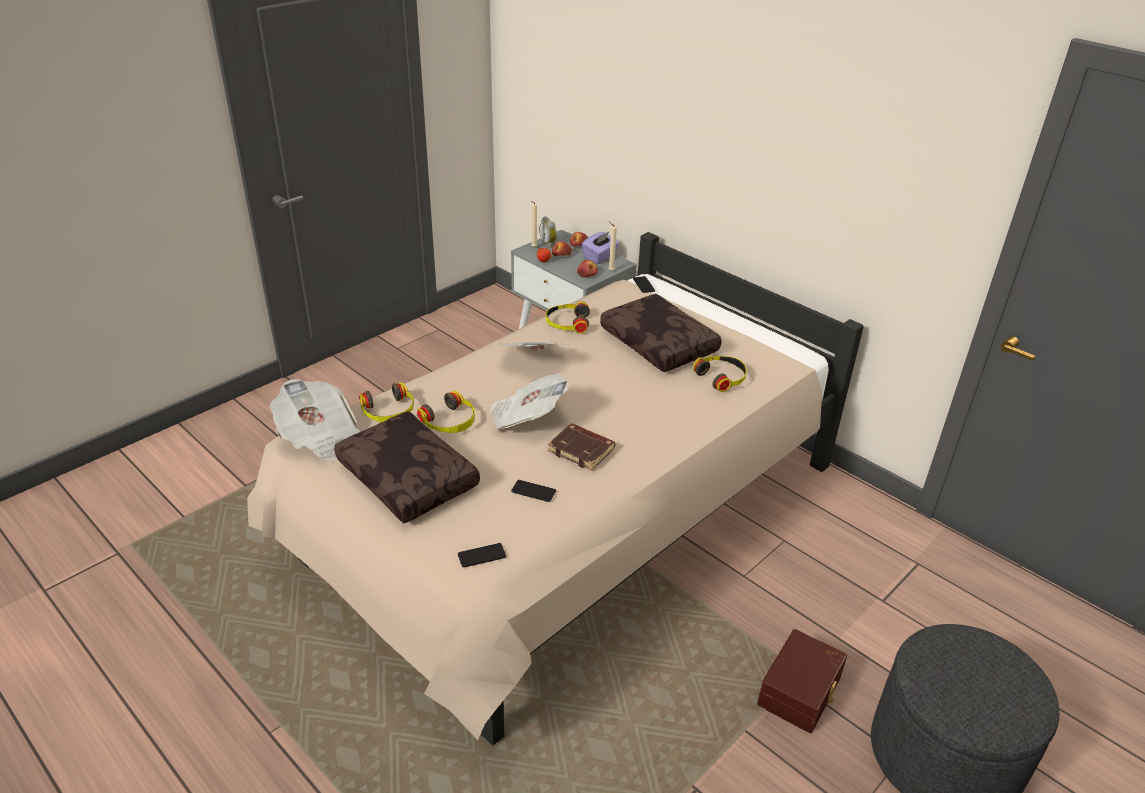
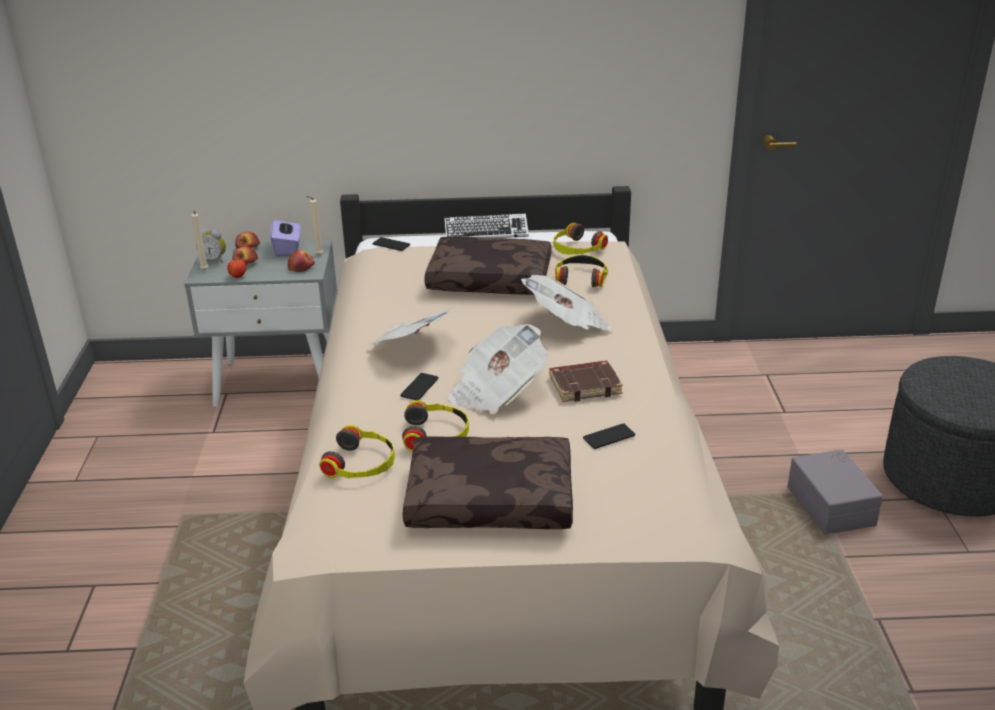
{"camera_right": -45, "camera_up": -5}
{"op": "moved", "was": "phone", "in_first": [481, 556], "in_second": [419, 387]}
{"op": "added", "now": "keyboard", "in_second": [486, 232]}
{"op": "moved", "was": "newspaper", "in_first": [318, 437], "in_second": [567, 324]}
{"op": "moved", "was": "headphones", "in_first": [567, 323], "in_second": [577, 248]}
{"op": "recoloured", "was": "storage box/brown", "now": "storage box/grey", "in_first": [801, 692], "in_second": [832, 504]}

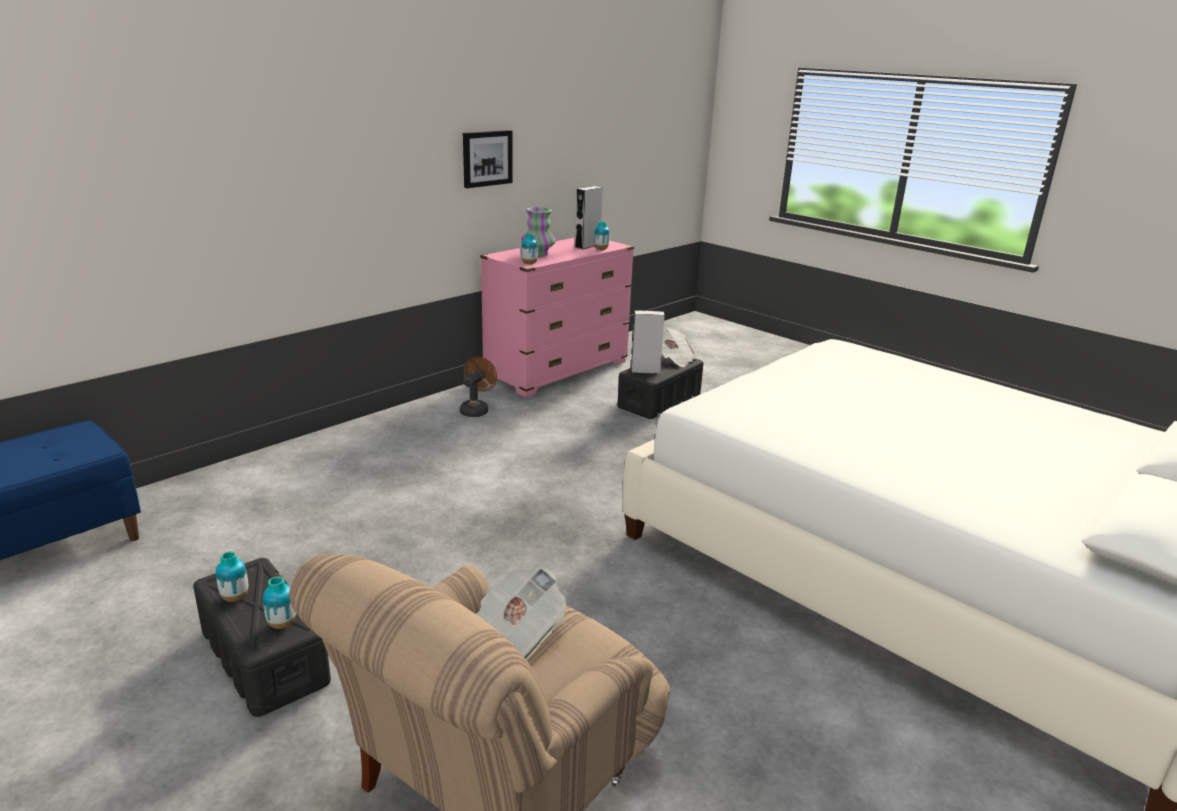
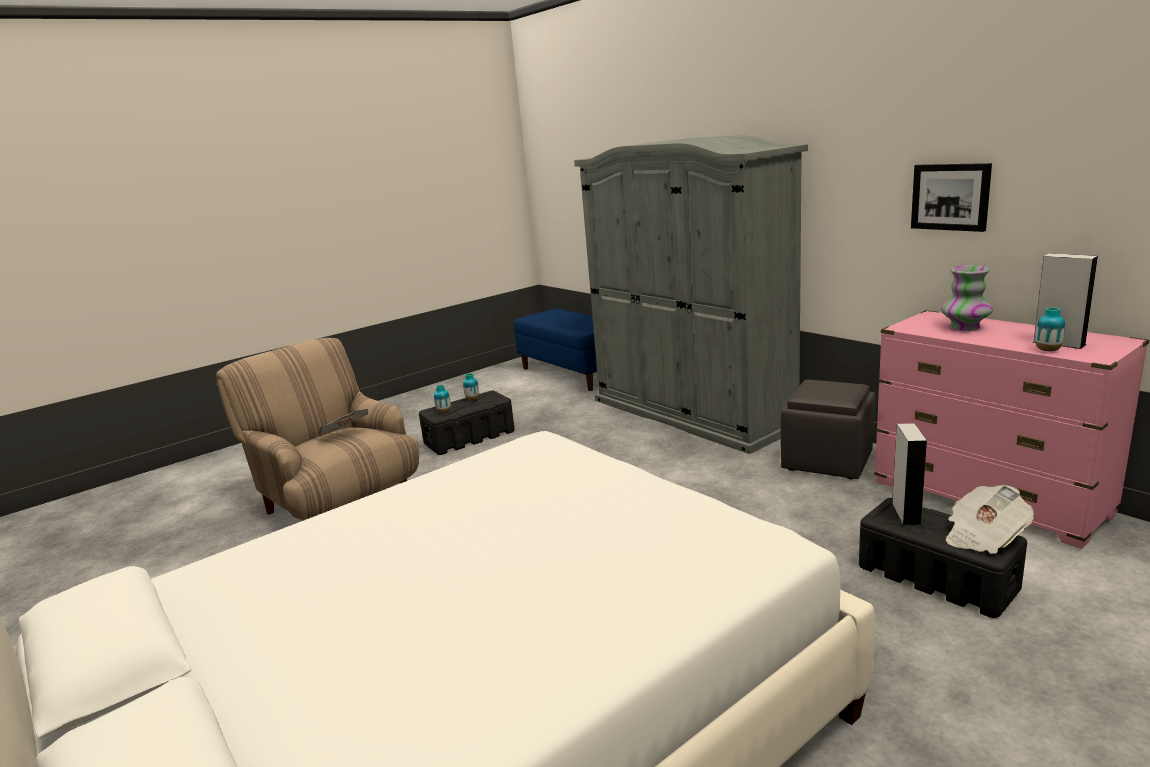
{"camera_right": 100, "camera_up": -5}
{"op": "added", "now": "wardrobe/grey", "in_second": [692, 412]}
{"op": "replaced", "was": "fan/brown", "now": "ottoman/grey", "in_first": [476, 410], "in_second": [826, 460]}
{"op": "removed", "was": "vase", "in_first": [529, 263]}

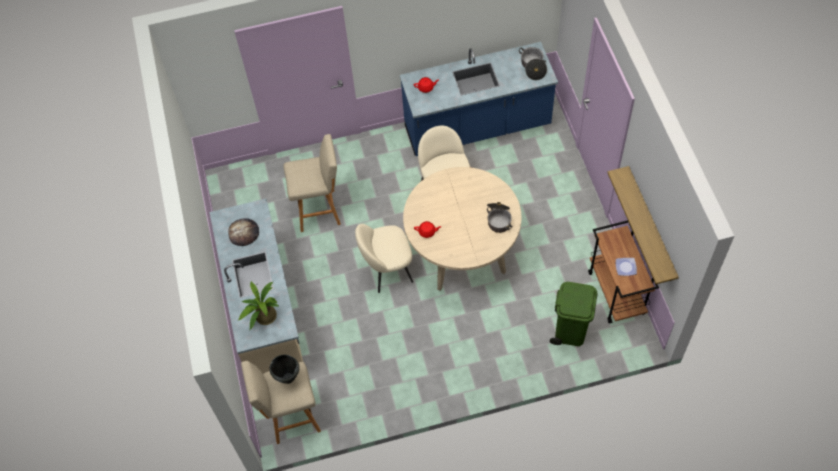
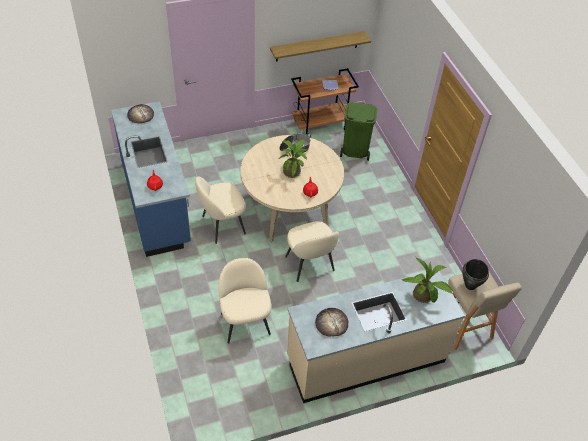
{"camera_right": -100, "camera_up": -10}
{"op": "replaced", "was": "cooking pot", "now": "bread", "in_first": [533, 67], "in_second": [140, 115]}
{"op": "replaced", "was": "stool/beige", "now": "chair/beige", "in_first": [319, 210], "in_second": [245, 322]}
{"op": "added", "now": "potted plant", "in_second": [293, 171]}

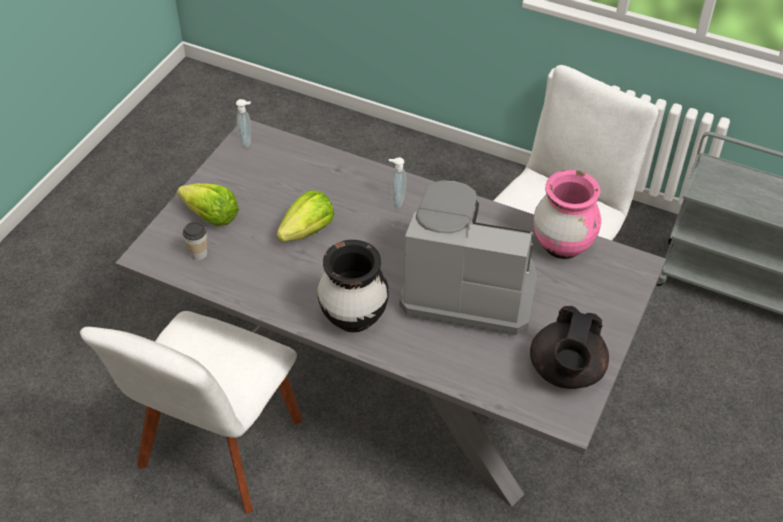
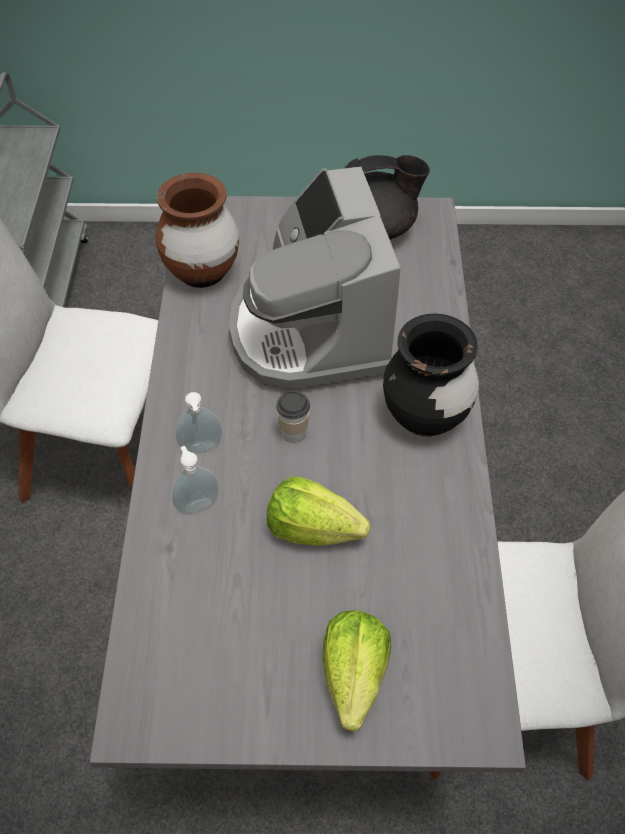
{"camera_right": -115, "camera_up": 5}
{"op": "recoloured", "was": "vase/pink", "now": "vase/brown", "in_first": [562, 246], "in_second": [202, 273]}
{"op": "moved", "was": "soap dispenser", "in_first": [247, 142], "in_second": [197, 504]}
{"op": "moved", "was": "cup", "in_first": [198, 253], "in_second": [294, 433]}

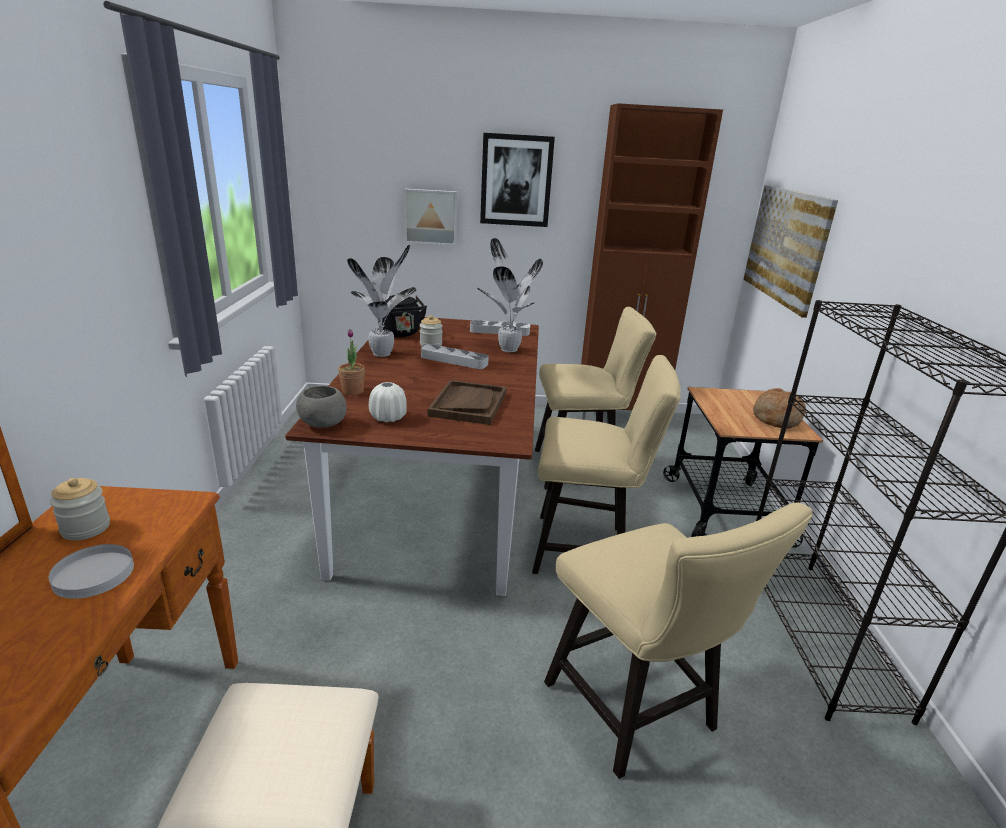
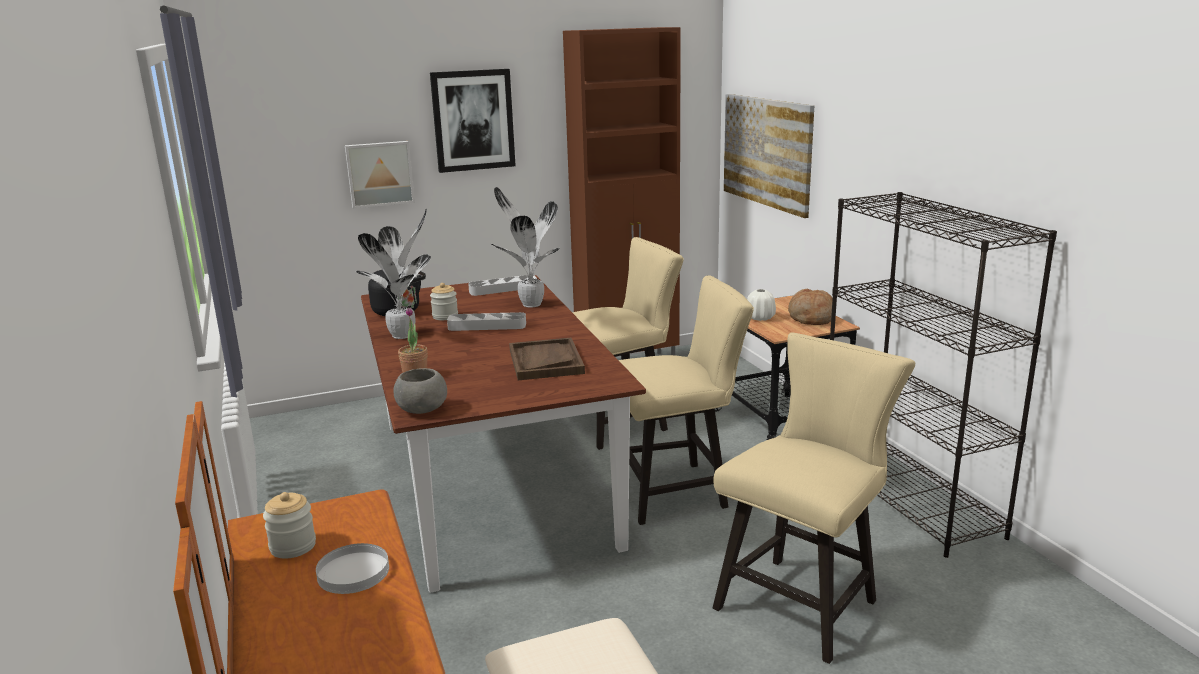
{"camera_right": -20, "camera_up": -5}
{"op": "turned", "was": "chair/beige", "in_first": [638, 713], "in_second": [803, 600], "clockwise": -90}
{"op": "moved", "was": "vase/white", "in_first": [388, 417], "in_second": [760, 318]}

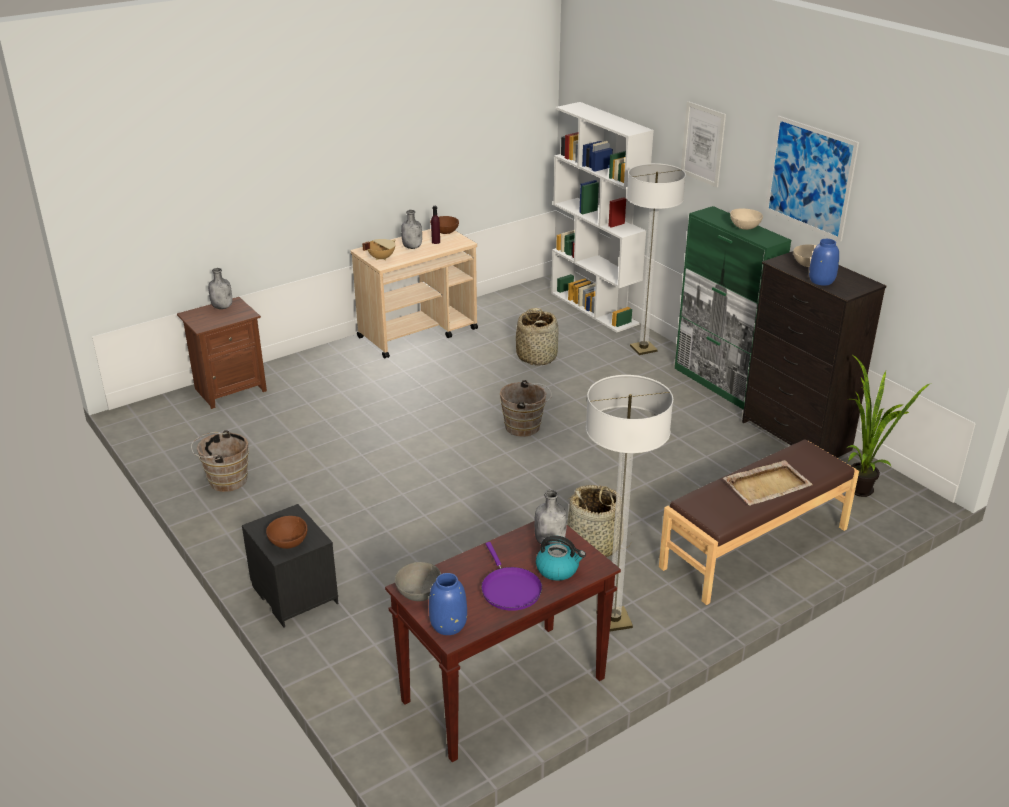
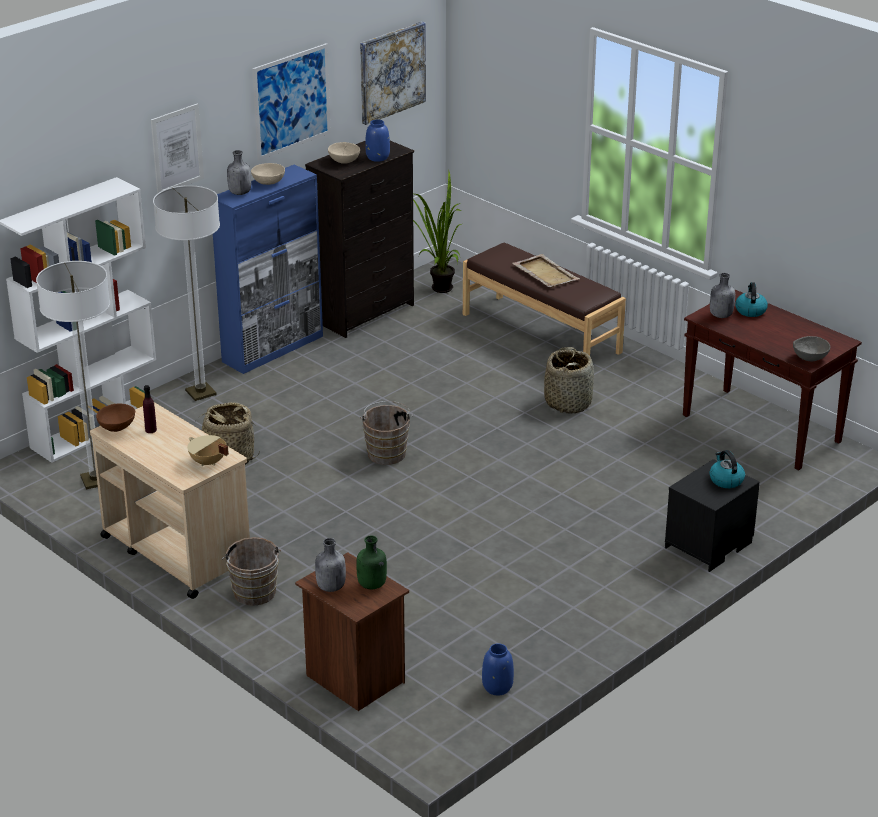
{"camera_right": -100, "camera_up": 0}
{"op": "moved", "was": "floor lamp", "in_first": [614, 620], "in_second": [95, 480]}
{"op": "recoloured", "was": "cabinet/green", "now": "cabinet/blue", "in_first": [720, 384], "in_second": [273, 349]}
{"op": "moved", "was": "bucket/brown", "in_first": [224, 480], "in_second": [254, 595]}
{"op": "moved", "was": "bottle/grey", "in_first": [412, 247], "in_second": [239, 193]}
{"op": "added", "now": "bottle/green", "in_second": [372, 585]}
{"op": "added", "now": "picture", "in_second": [392, 72]}
{"op": "moved", "was": "vase/blue", "in_first": [448, 624], "in_second": [497, 687]}
{"op": "replaced", "was": "bowl/brown", "now": "kettle", "in_first": [288, 542], "in_second": [726, 480]}
{"op": "removed", "was": "frying pan/purple", "in_first": [509, 589]}

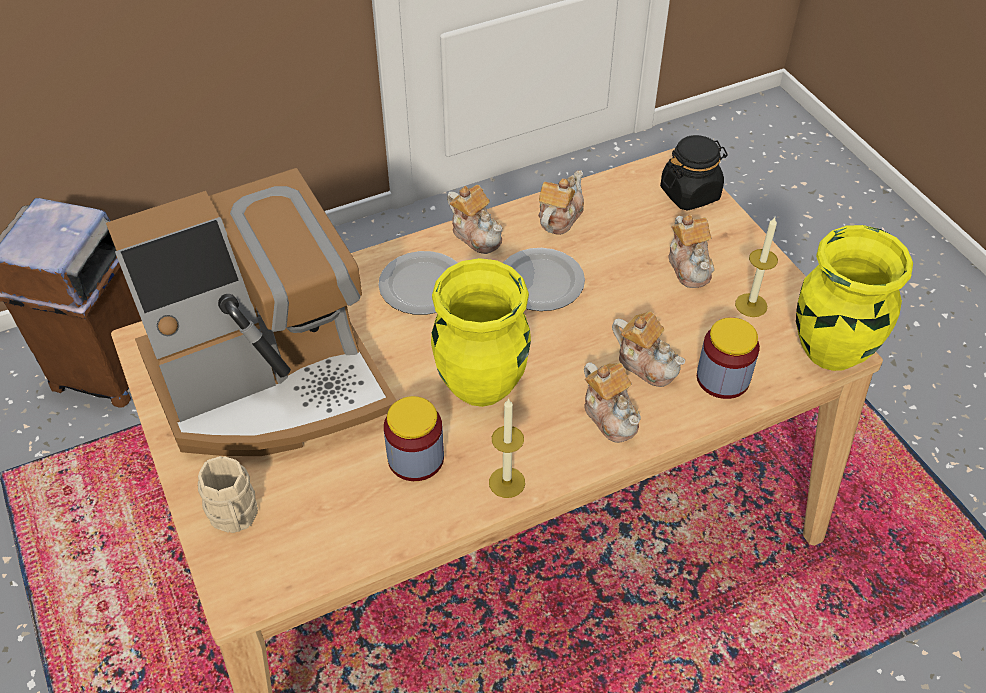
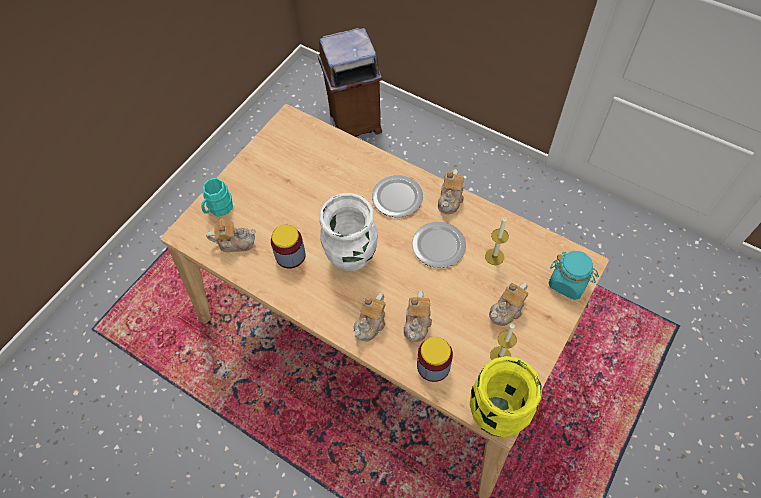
{"camera_right": 60, "camera_up": 10}
{"op": "recoloured", "was": "mug/beige", "now": "mug/turquoise", "in_first": [235, 518], "in_second": [218, 208]}
{"op": "moved", "was": "teapot", "in_first": [559, 217], "in_second": [235, 242]}
{"op": "recoloured", "was": "vase/yellow", "now": "vase/white", "in_first": [482, 384], "in_second": [352, 257]}
{"op": "moved", "was": "candle", "in_first": [507, 482], "in_second": [494, 256]}
{"op": "recoloured", "was": "jar/black", "now": "jar/turquoise", "in_first": [690, 193], "in_second": [568, 282]}
{"op": "removed", "was": "coffee machine", "in_first": [270, 383]}

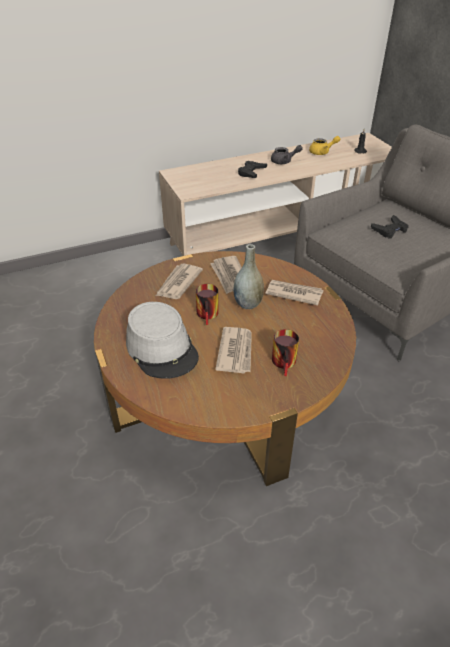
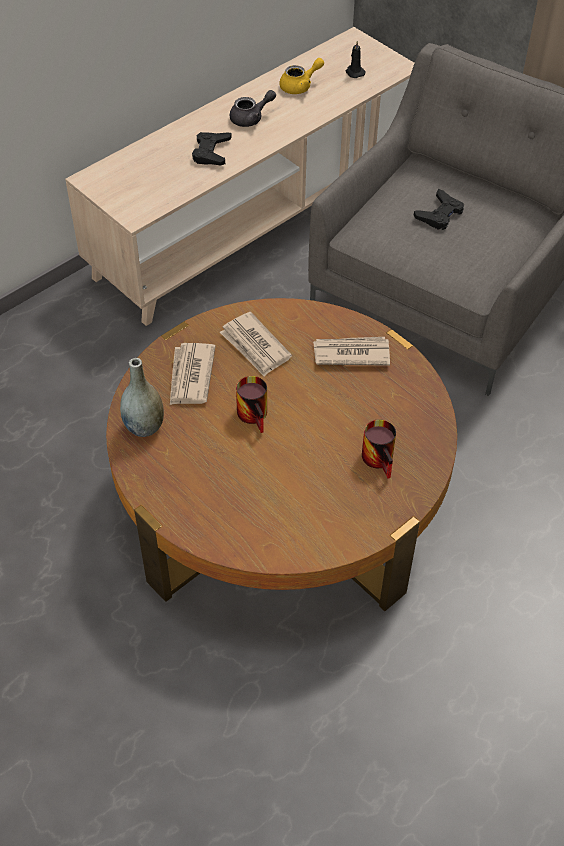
{"camera_right": -20, "camera_up": 10}
{"op": "moved", "was": "vase/grey", "in_first": [248, 304], "in_second": [144, 427]}
{"op": "removed", "was": "hat/grey", "in_first": [162, 348]}
{"op": "removed", "was": "newspaper", "in_first": [236, 351]}

